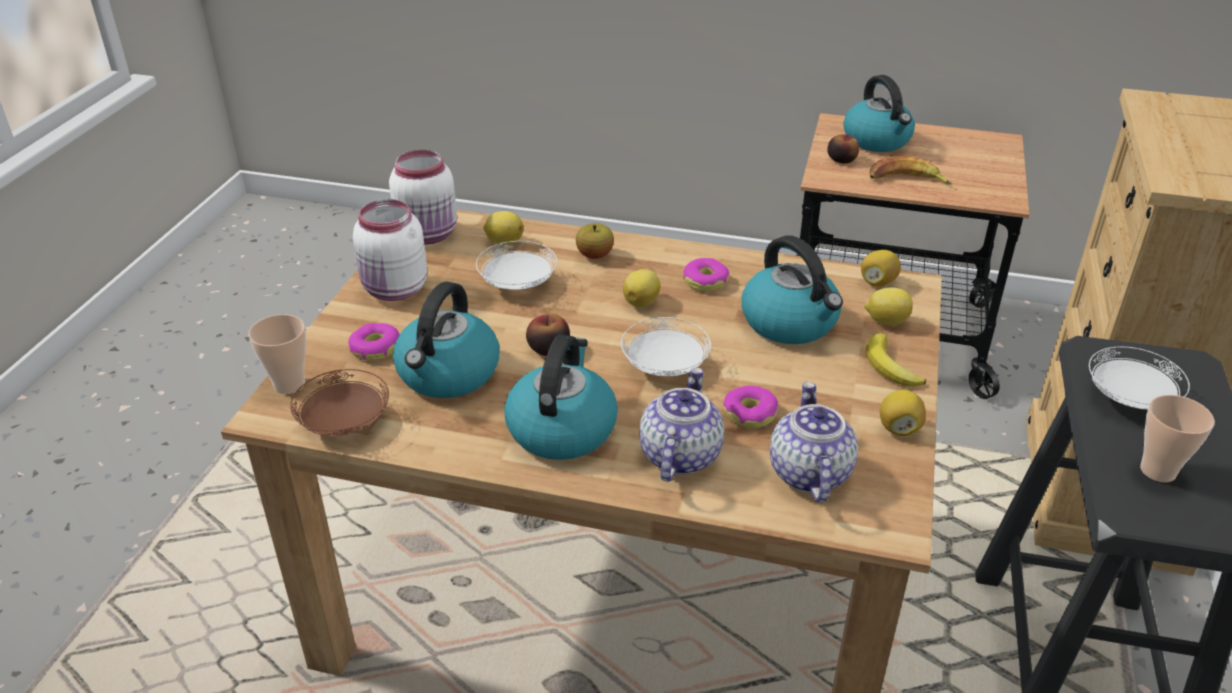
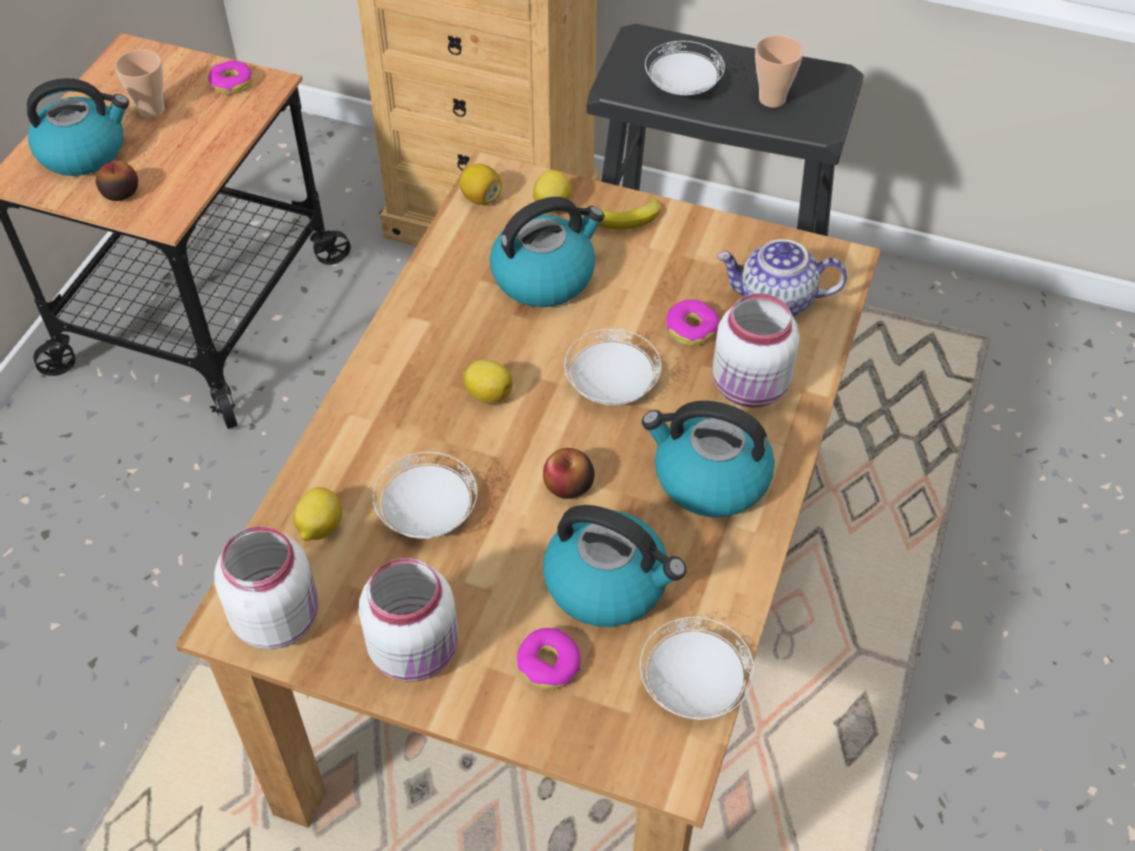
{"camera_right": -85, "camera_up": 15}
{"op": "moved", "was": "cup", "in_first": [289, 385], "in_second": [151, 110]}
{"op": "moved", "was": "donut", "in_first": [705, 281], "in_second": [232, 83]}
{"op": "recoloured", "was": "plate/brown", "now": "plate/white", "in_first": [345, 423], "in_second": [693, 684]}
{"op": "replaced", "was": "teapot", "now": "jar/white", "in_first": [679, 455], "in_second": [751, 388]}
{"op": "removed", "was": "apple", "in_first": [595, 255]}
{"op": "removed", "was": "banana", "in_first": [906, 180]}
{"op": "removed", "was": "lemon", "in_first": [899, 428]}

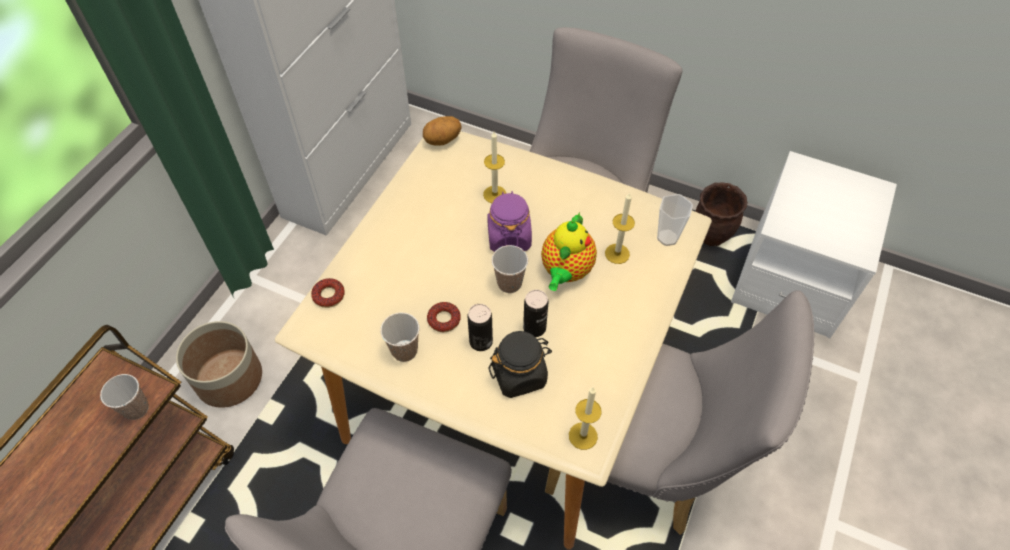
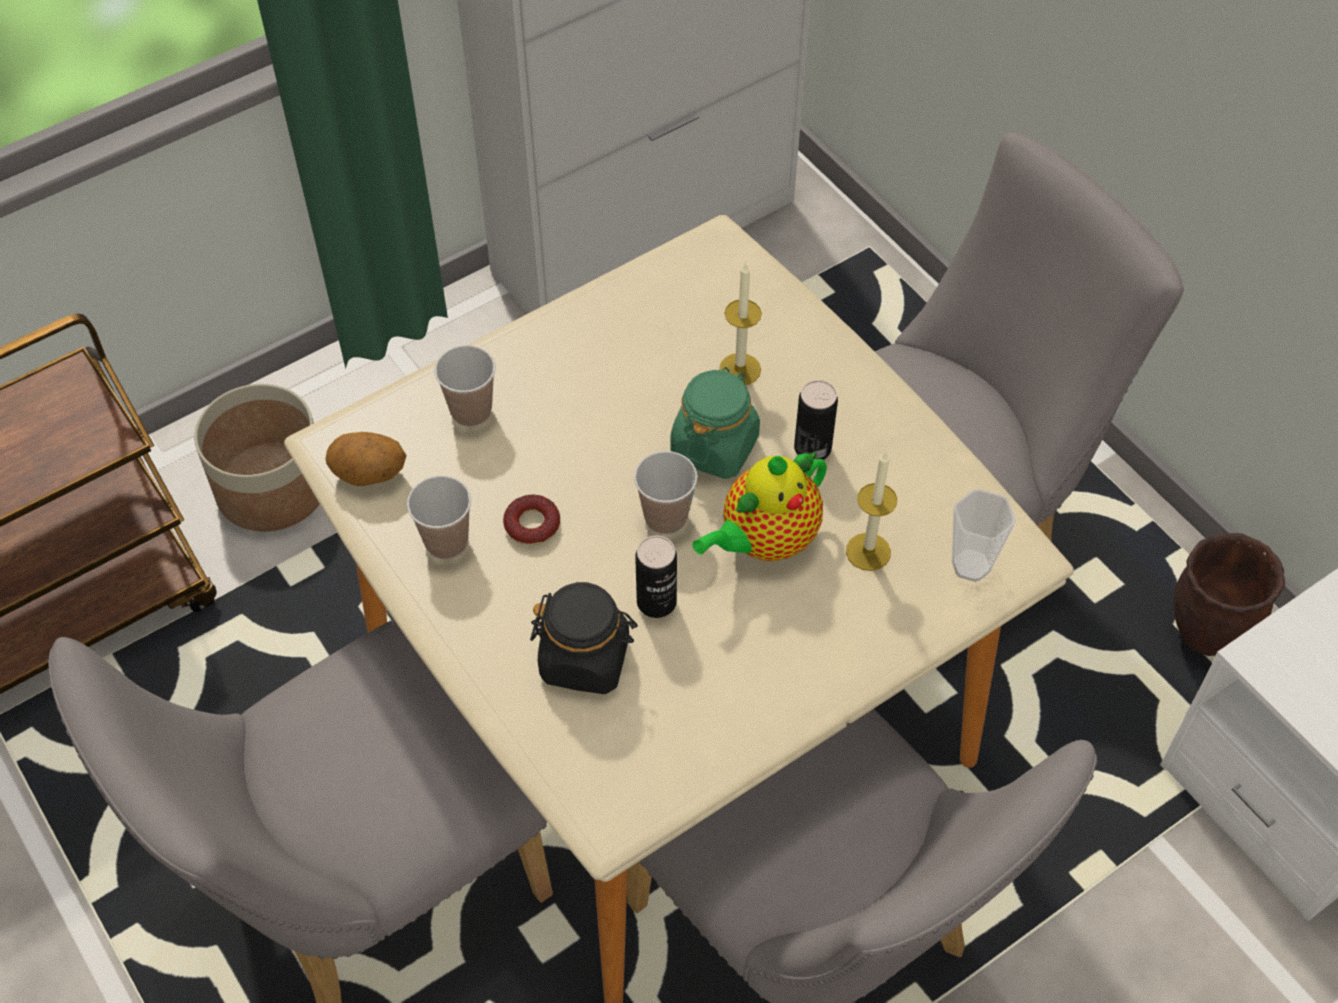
{"camera_right": 30, "camera_up": 0}
{"op": "moved", "was": "potato", "in_first": [443, 141], "in_second": [369, 475]}
{"op": "moved", "was": "cup", "in_first": [136, 409], "in_second": [471, 411]}
{"op": "recoloured", "was": "jar/purple", "now": "jar/green", "in_first": [509, 237], "in_second": [714, 447]}
{"op": "moved", "was": "can", "in_first": [481, 341], "in_second": [812, 448]}
{"op": "removed", "was": "donut", "in_first": [329, 295]}
{"op": "removed", "was": "candle", "in_first": [583, 436]}

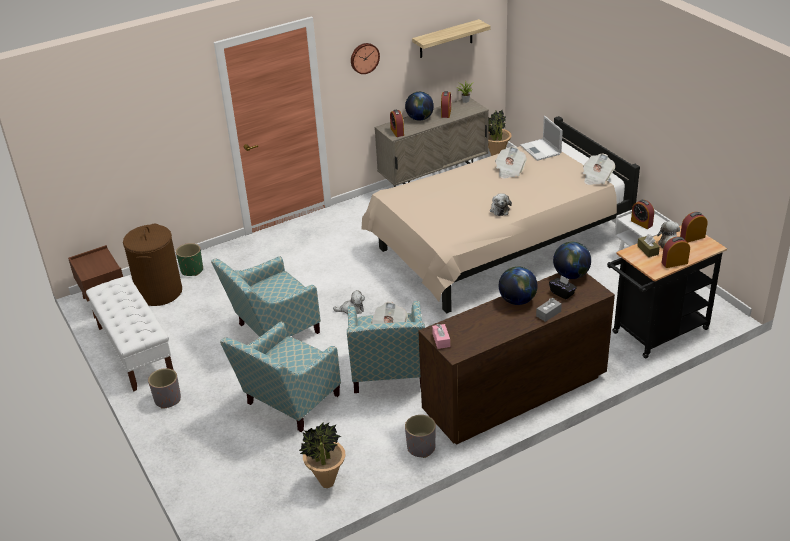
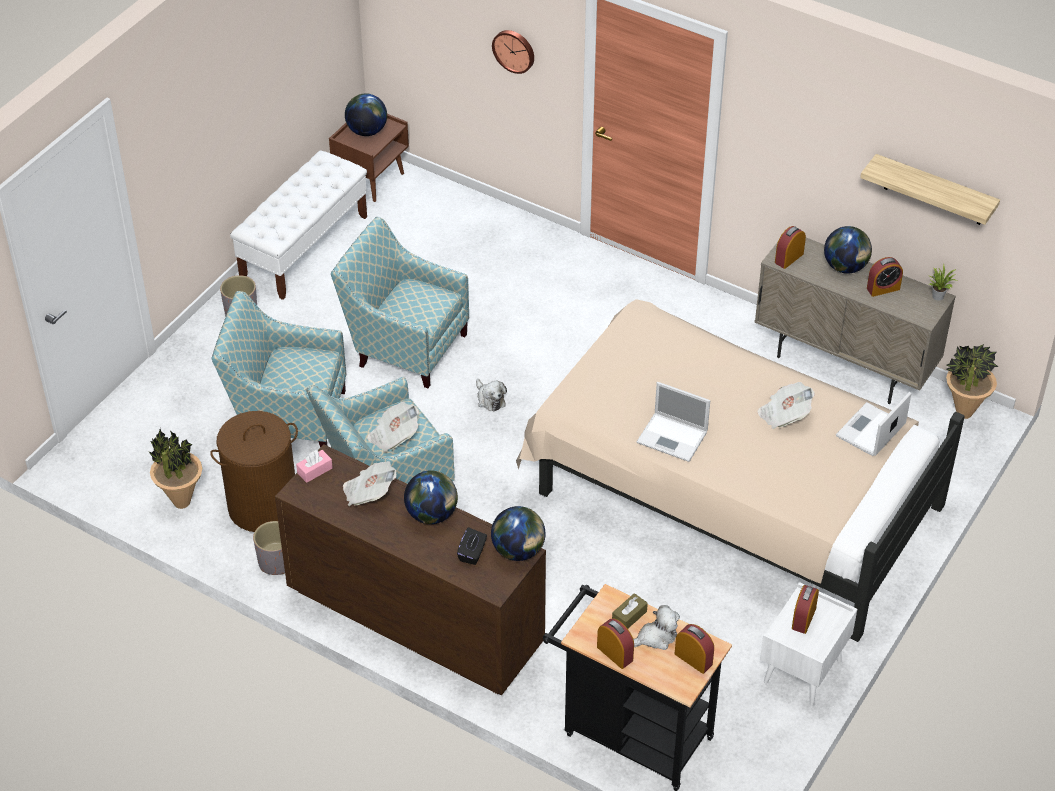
{"camera_right": 60, "camera_up": 10}
{"op": "moved", "was": "laundry basket/brown", "in_first": [159, 292], "in_second": [263, 507]}
{"op": "moved", "was": "newspaper", "in_first": [596, 177], "in_second": [369, 493]}
{"op": "added", "now": "globe", "in_second": [367, 131]}
{"op": "moved", "was": "wall clock", "in_first": [364, 58], "in_second": [514, 50]}
{"op": "replaced", "was": "plush toy", "now": "laptop", "in_first": [499, 209], "in_second": [673, 437]}
{"op": "removed", "was": "planter/green", "in_first": [192, 270]}
{"op": "removed", "was": "tissue box/grey", "in_first": [548, 314]}

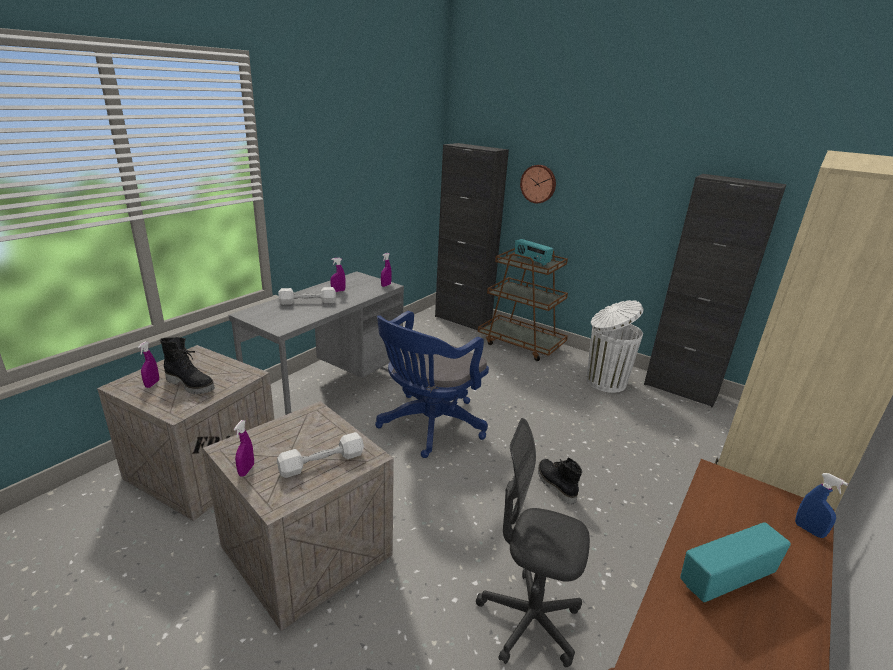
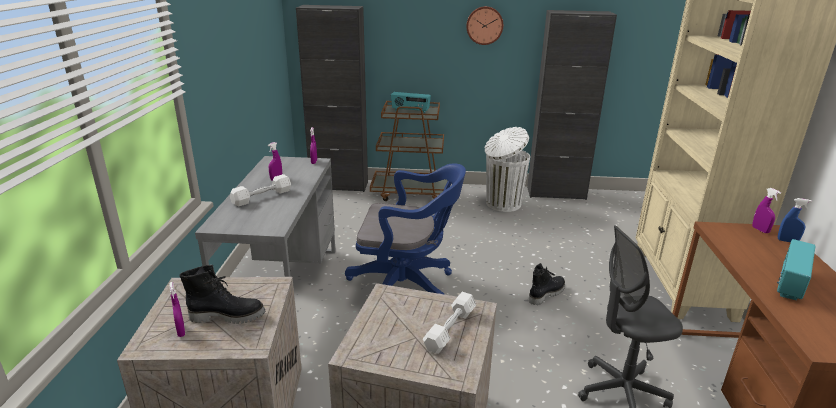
{"camera_right": -30, "camera_up": 0}
{"op": "turned", "was": "office chair/blue", "in_first": [428, 426], "in_second": [407, 287], "clockwise": -90}
{"op": "moved", "was": "wall clock", "in_first": [538, 184], "in_second": [484, 25]}
{"op": "turned", "was": "boot/black", "in_first": [555, 485], "in_second": [545, 294], "clockwise": 105}
{"op": "moved", "was": "spray bottle/purple", "in_first": [246, 470], "in_second": [760, 230]}

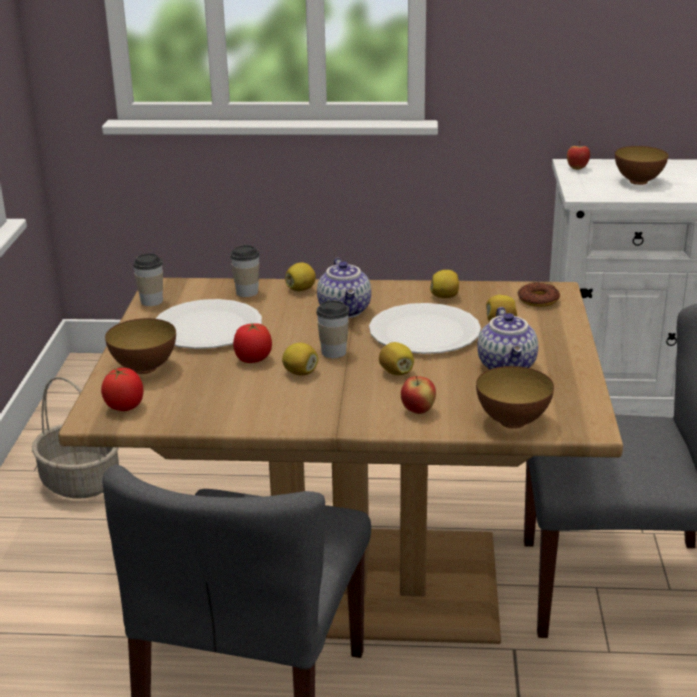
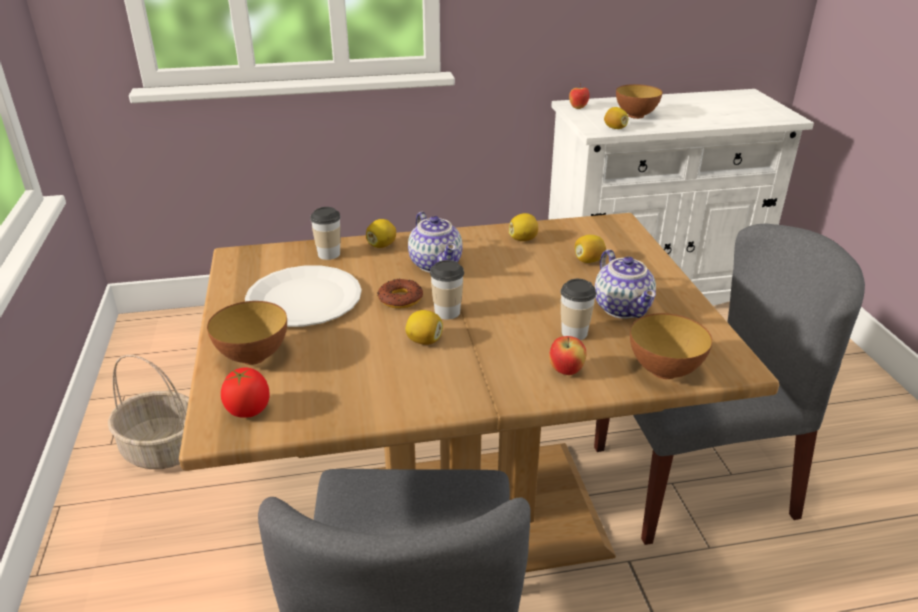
{"camera_right": -15, "camera_up": 5}
{"op": "moved", "was": "donut", "in_first": [538, 300], "in_second": [400, 299]}
{"op": "moved", "was": "cup", "in_first": [151, 301], "in_second": [574, 333]}
{"op": "moved", "was": "lemon", "in_first": [396, 372], "in_second": [615, 128]}
{"op": "removed", "was": "tomato", "in_first": [253, 359]}
{"op": "removed", "was": "plate/white", "in_first": [424, 332]}

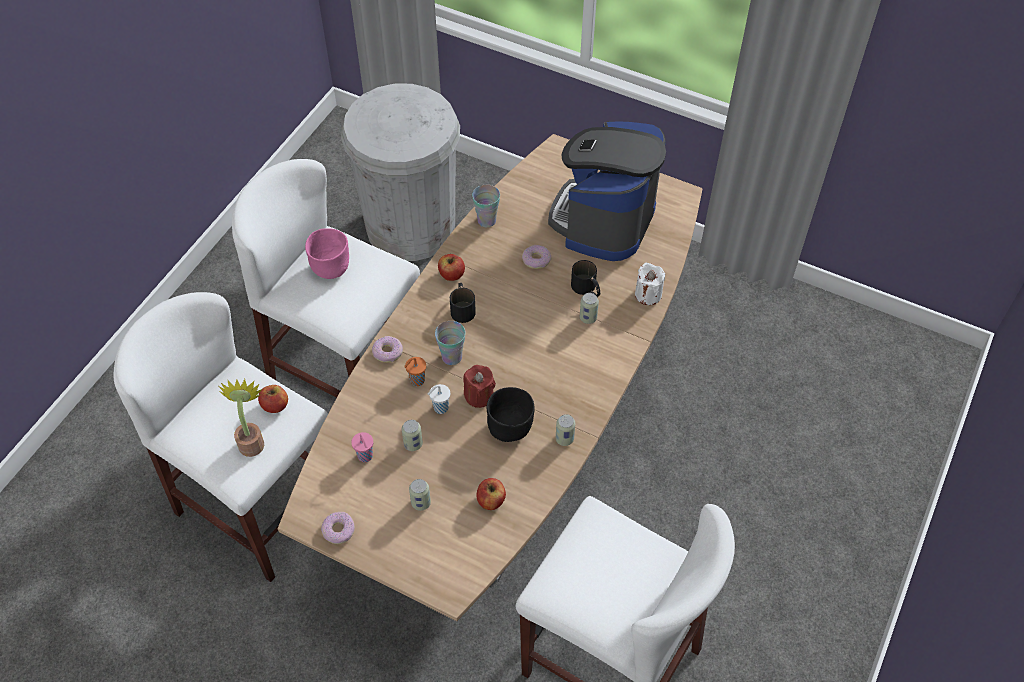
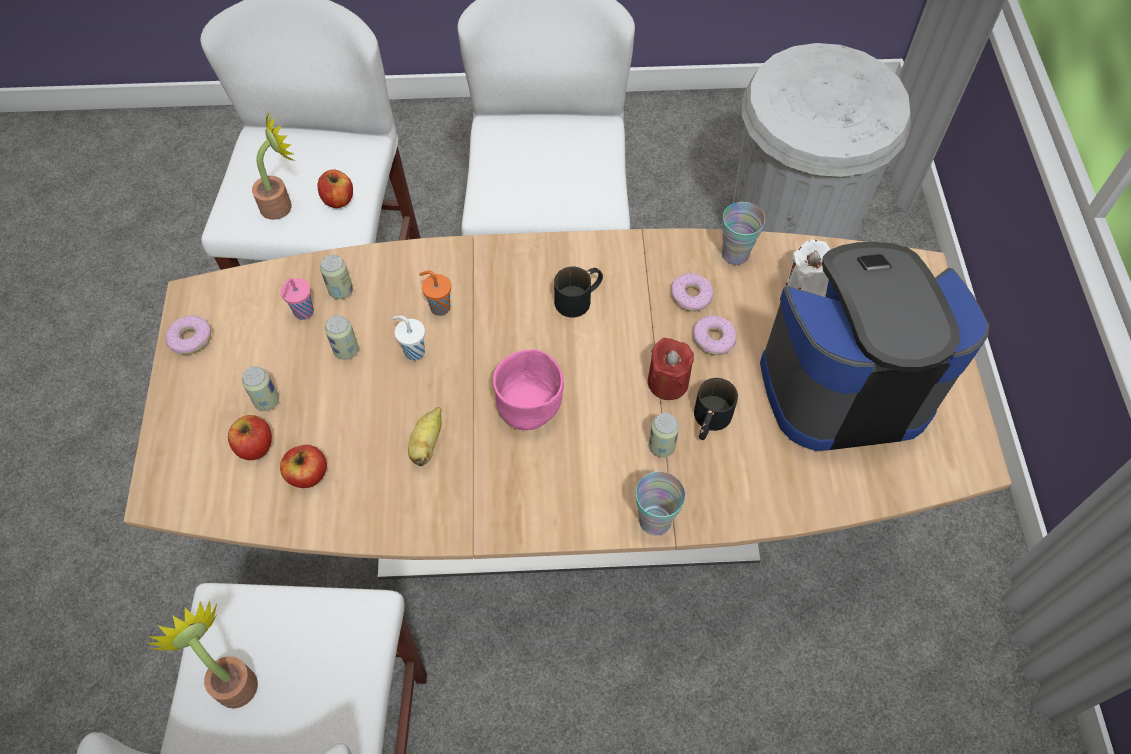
{"camera_right": 60, "camera_up": 5}
{"op": "added", "now": "potted plant", "in_second": [232, 679]}
{"op": "moved", "was": "apple", "in_first": [451, 274], "in_second": [255, 446]}
{"op": "moved", "was": "can", "in_first": [564, 439], "in_second": [341, 291]}
{"op": "replaced", "was": "bowl/black", "now": "banana", "in_first": [511, 429], "in_second": [427, 444]}
{"op": "moved", "was": "bowl/pink", "in_first": [331, 268], "in_second": [531, 408]}
{"op": "moved", "was": "cup", "in_first": [451, 357], "in_second": [655, 520]}
{"op": "moved", "was": "candle/red", "in_first": [479, 395], "in_second": [668, 382]}
{"op": "moved", "was": "donut", "in_first": [387, 352], "in_second": [691, 296]}
{"op": "moved", "was": "candle/white", "in_first": [648, 294], "in_second": [805, 286]}

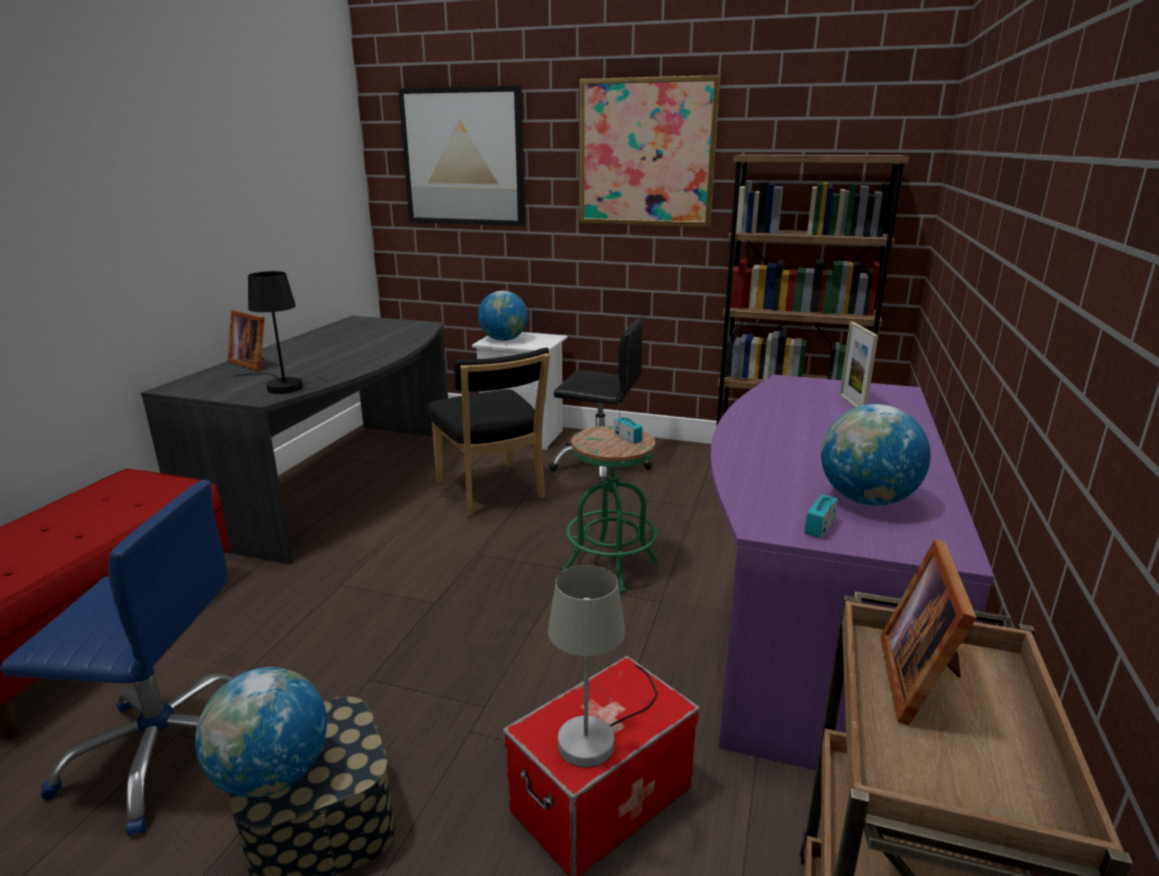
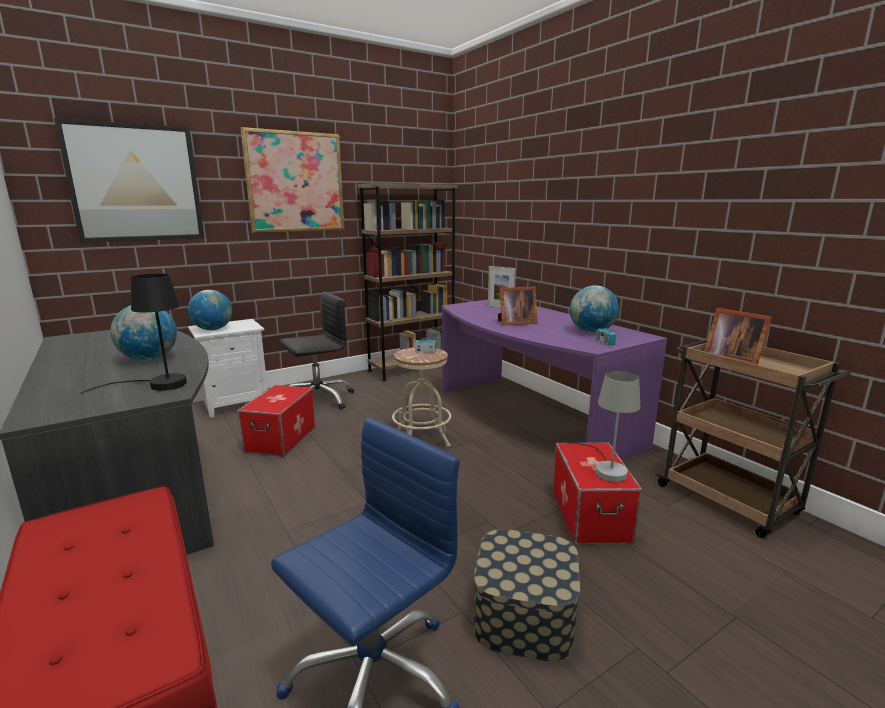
{"camera_right": -50, "camera_up": -5}
{"op": "moved", "was": "globe", "in_first": [272, 775], "in_second": [149, 359]}
{"op": "replaced", "was": "chair/black", "now": "storage box", "in_first": [492, 492], "in_second": [281, 439]}
{"op": "recoloured", "was": "stool/green", "now": "stool/beige", "in_first": [610, 566], "in_second": [422, 439]}
{"op": "moved", "was": "picture frame", "in_first": [253, 363], "in_second": [515, 323]}

